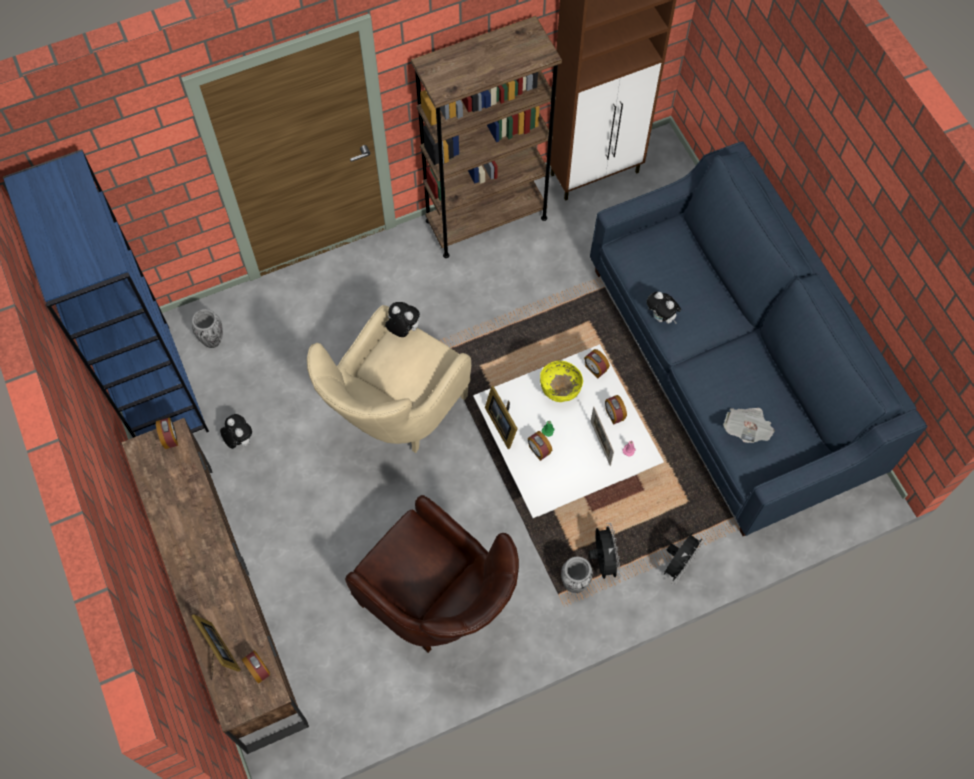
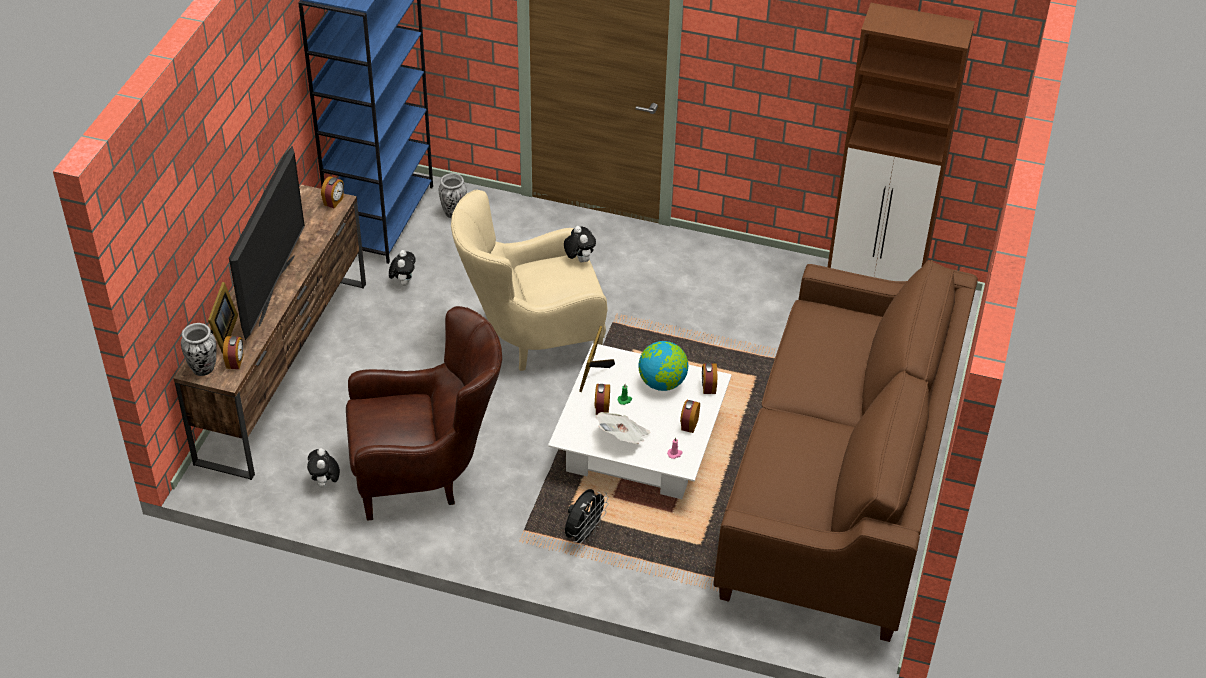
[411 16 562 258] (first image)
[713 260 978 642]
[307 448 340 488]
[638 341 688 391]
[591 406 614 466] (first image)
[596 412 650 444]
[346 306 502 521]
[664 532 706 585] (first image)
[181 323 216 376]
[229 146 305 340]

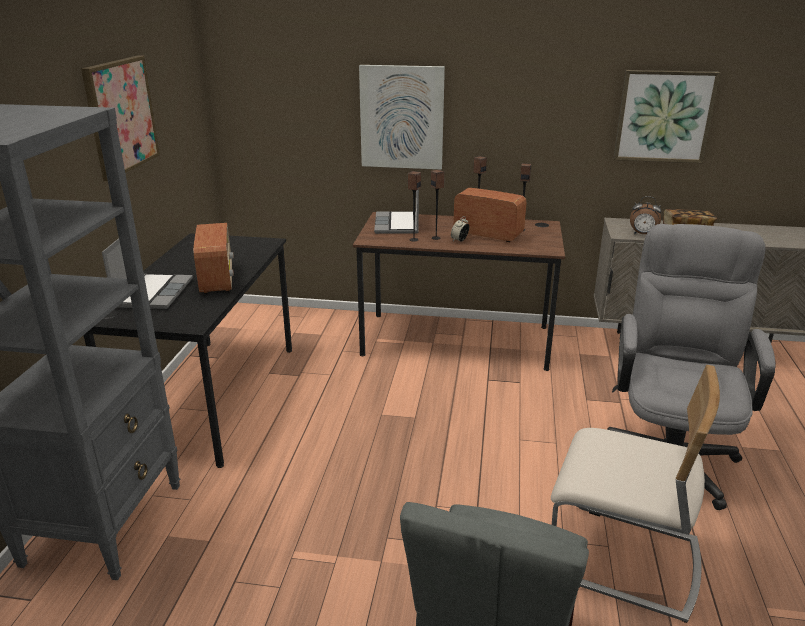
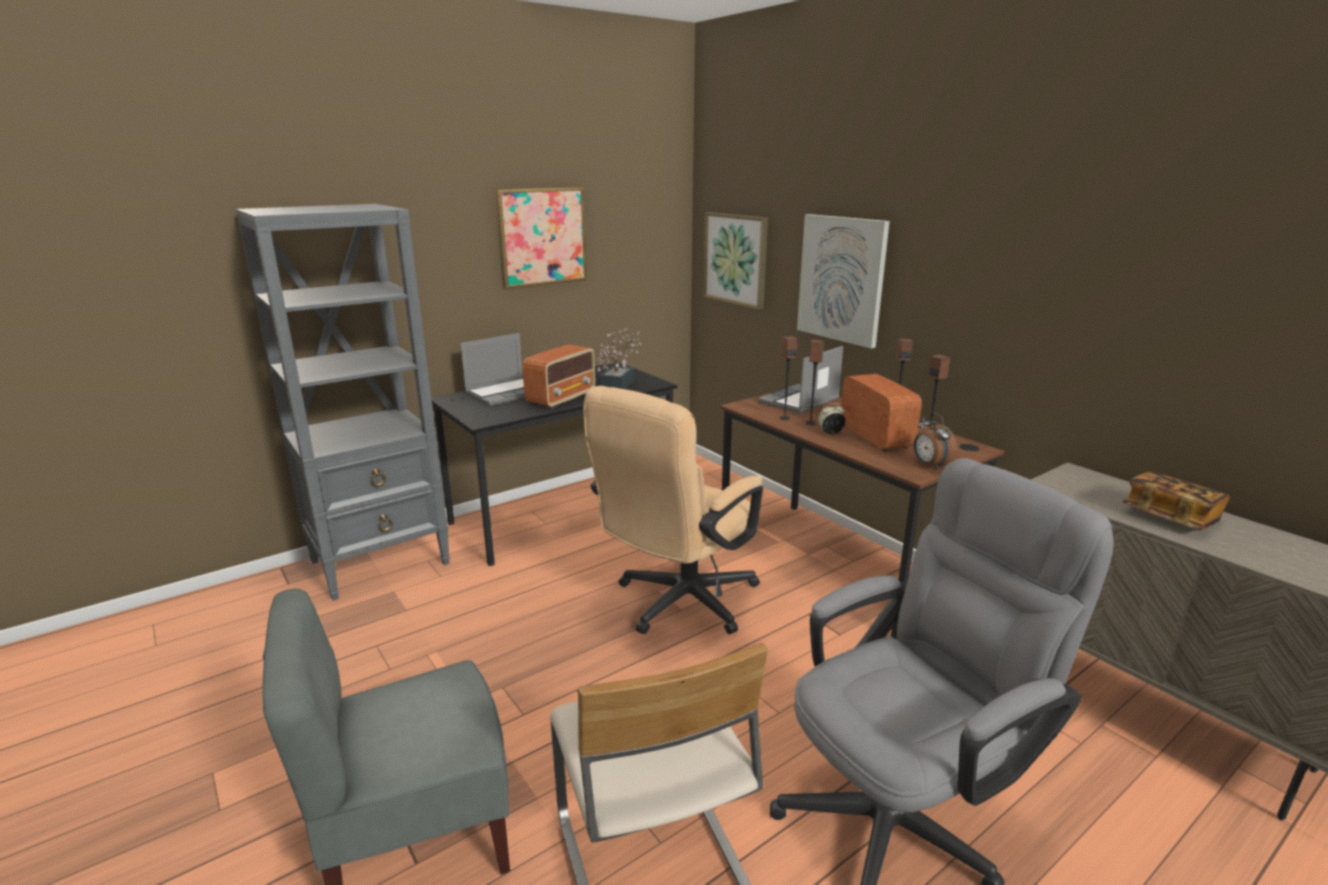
[704 212 768 310]
[913 412 957 470]
[597 328 642 389]
[583 386 763 634]

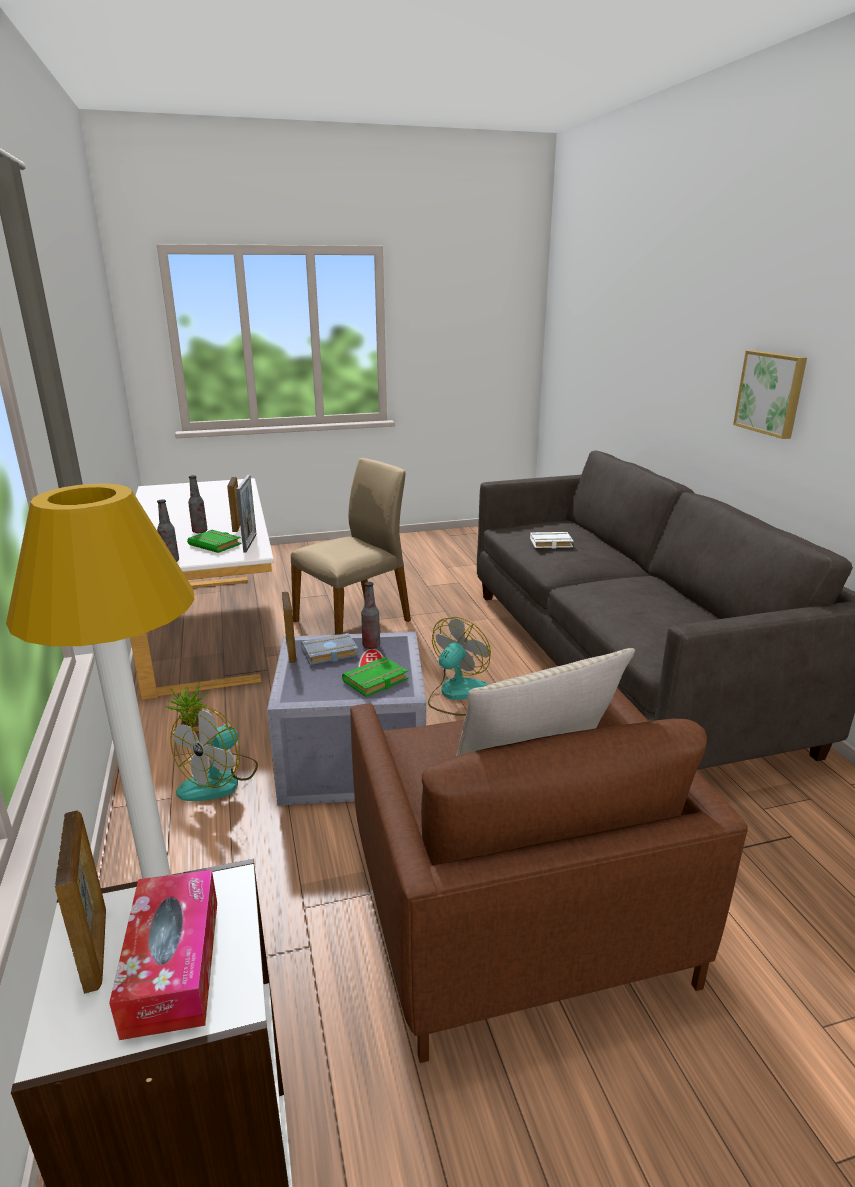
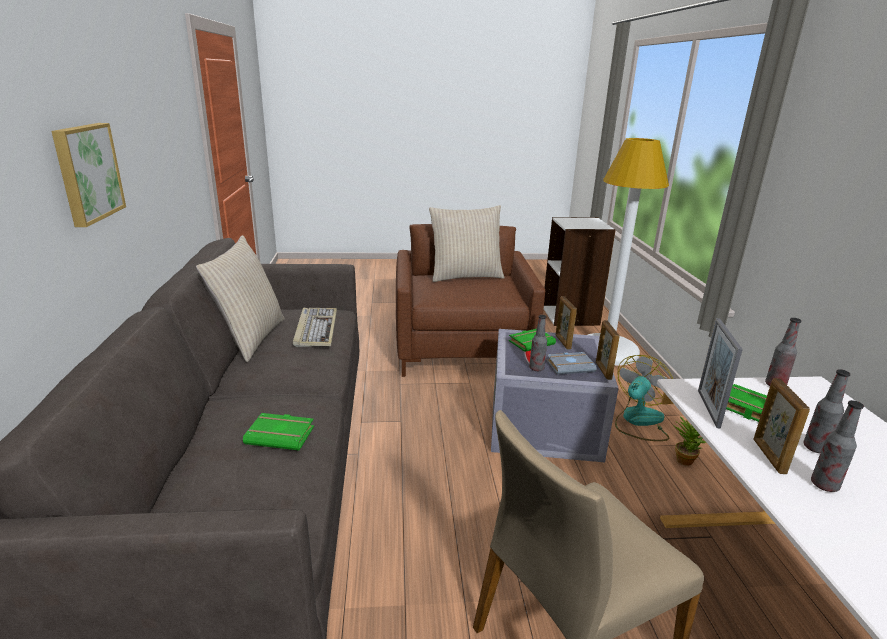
[243 413 314 450]
[428 617 491 716] (first image)
[556 296 577 350]
[109 869 217 1040] (first image)
[196 235 285 362]
[293 308 337 347]
[811 400 864 492]

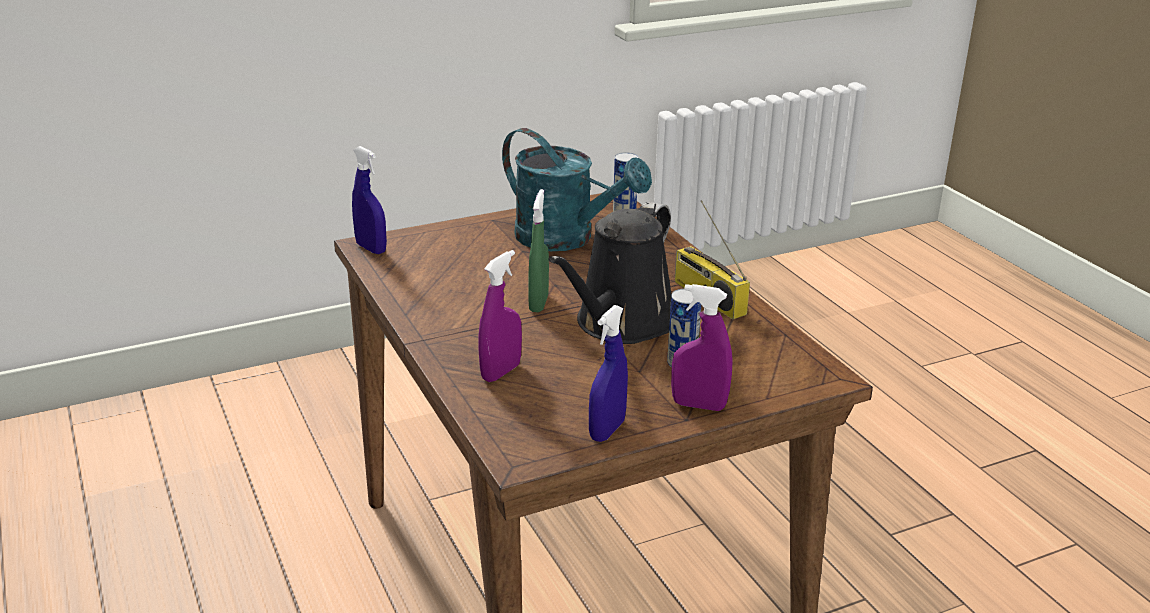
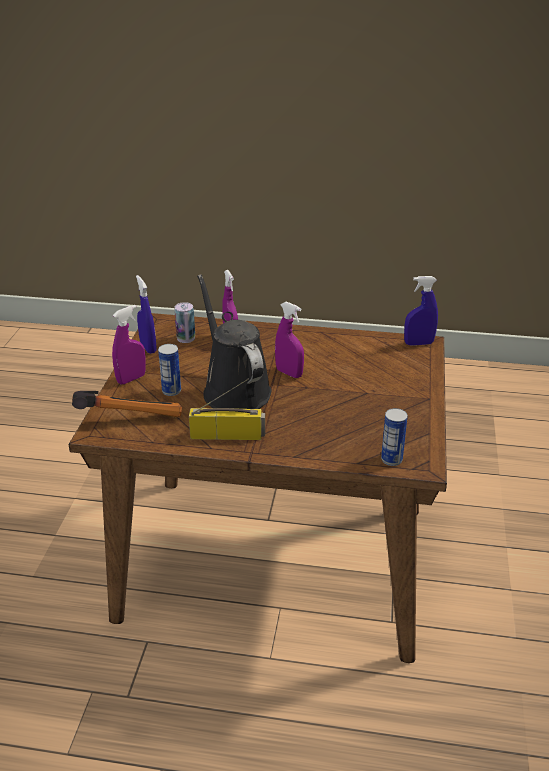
[502 128 652 251] (first image)
[275 302 304 378]
[174 302 195 343]
[72 391 182 417]

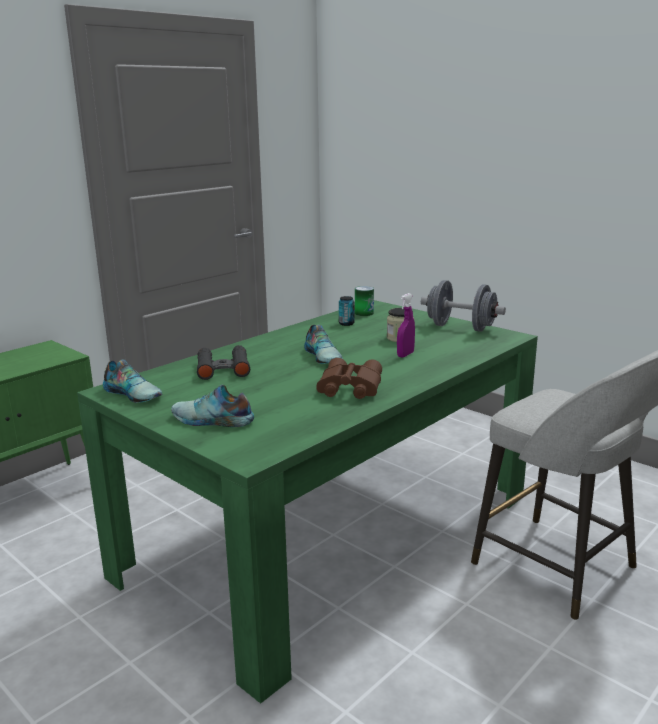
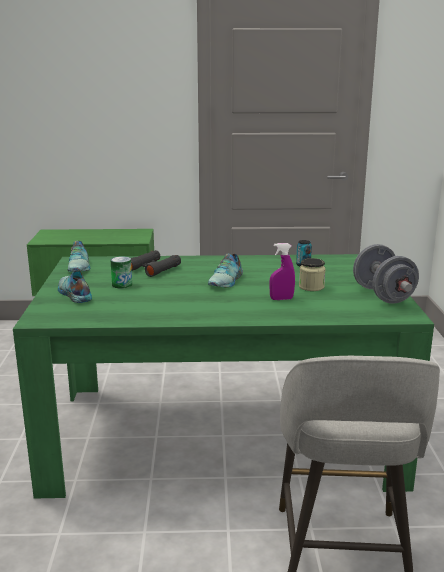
[110 256 132 288]
[316 358 382 399] (first image)

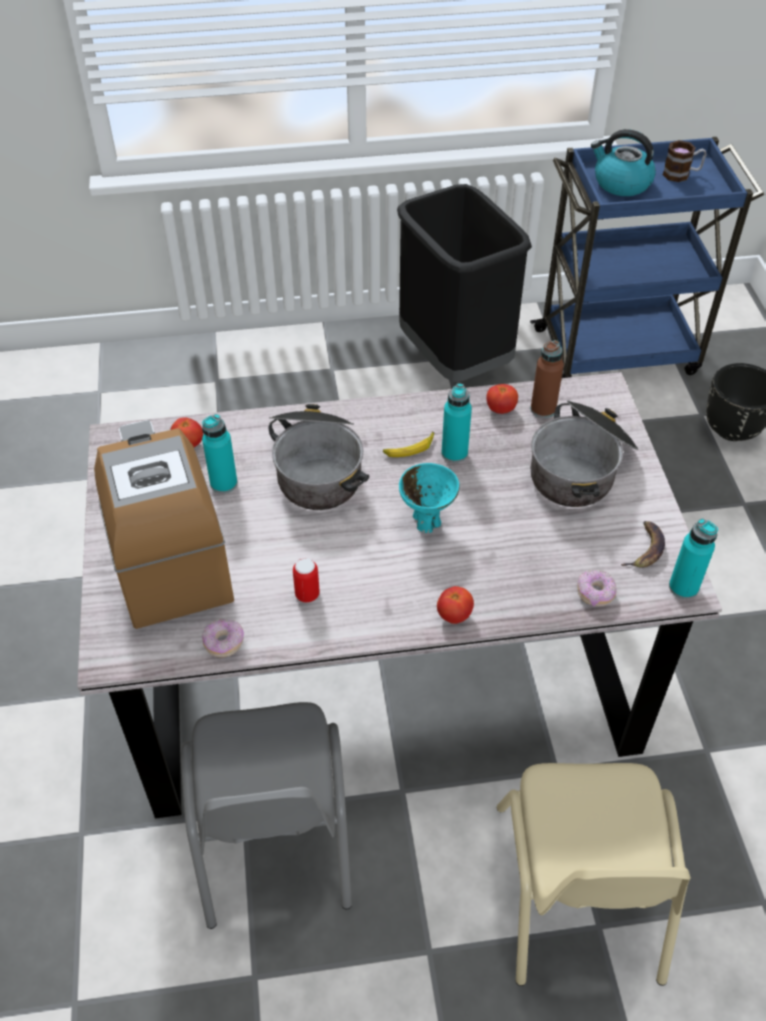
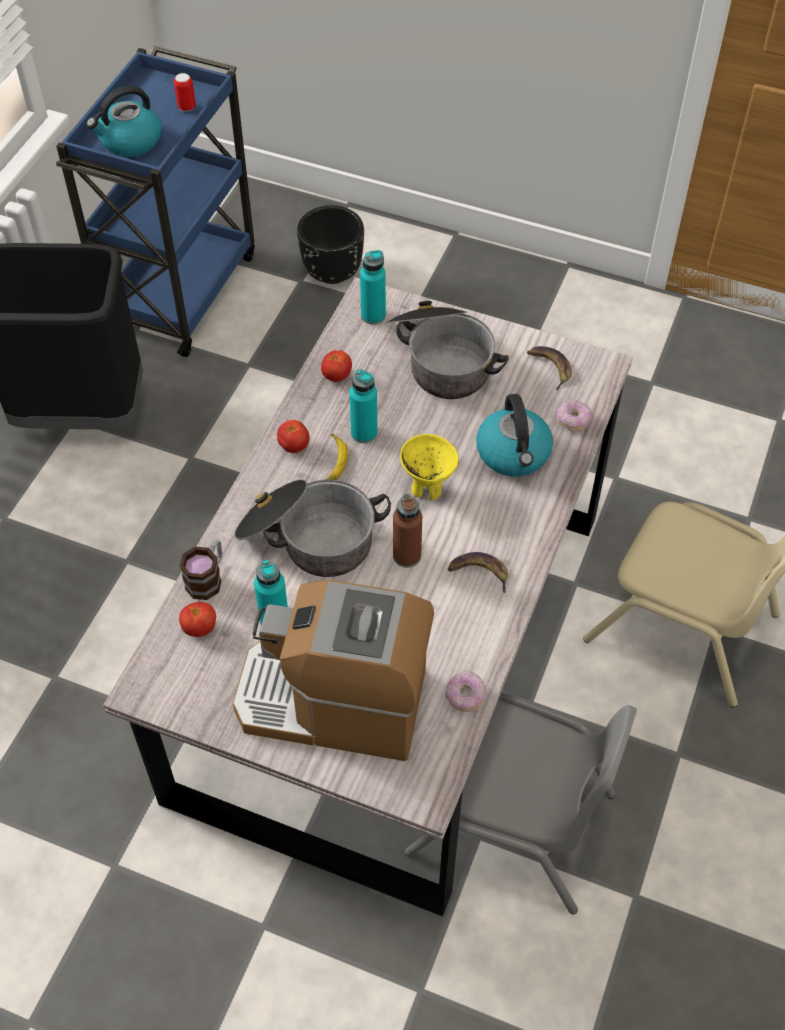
[180 539 222 600]
[393 494 422 568]
[400 434 459 500]
[360 250 386 325]
[174 73 196 111]
[277 420 310 453]
[476 394 553 477]
[448 552 508 593]

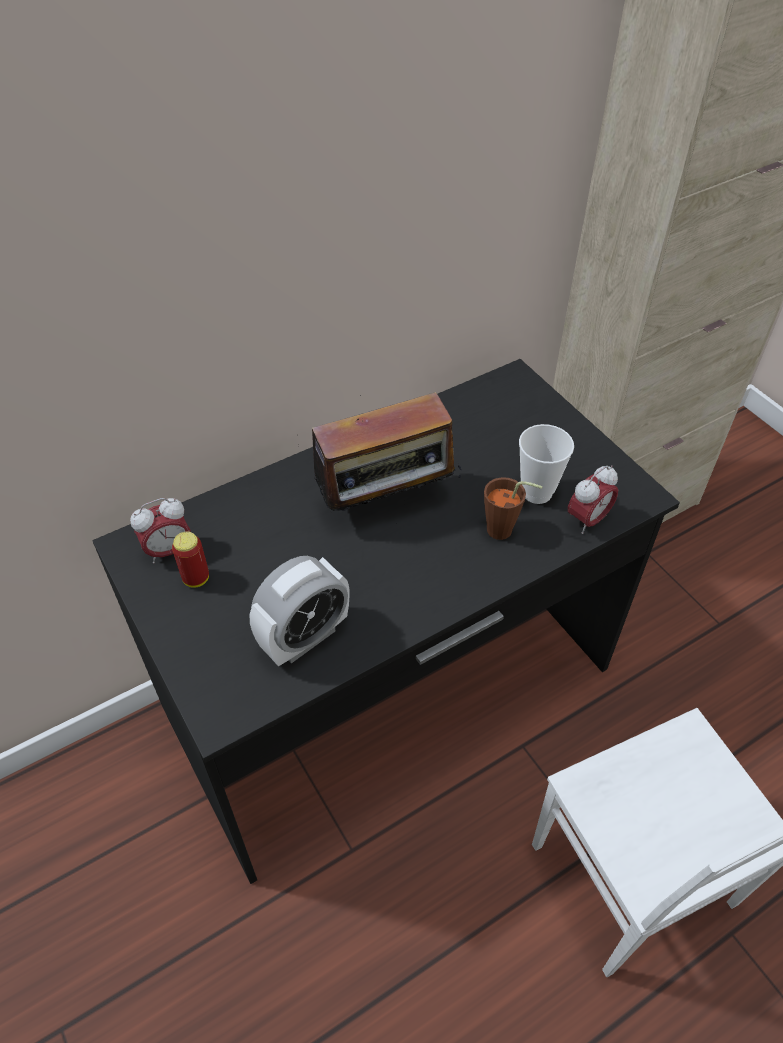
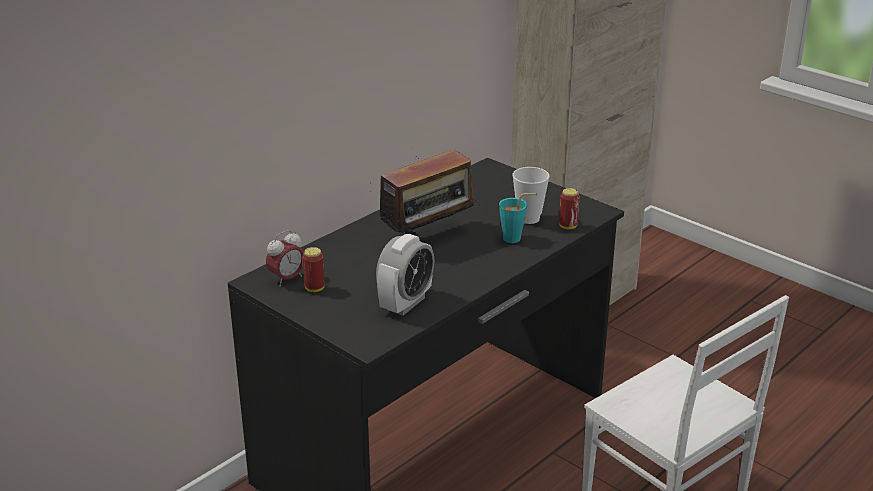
[559 188 580 229]
[499 193 537 243]

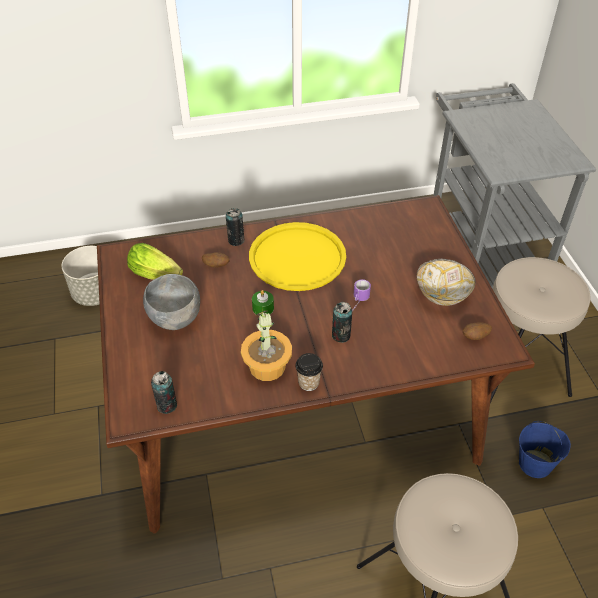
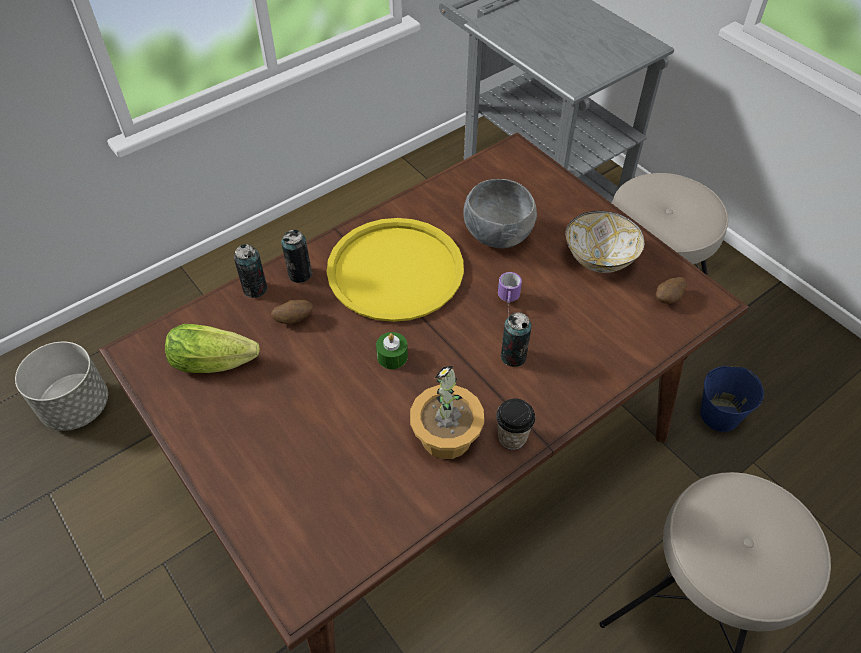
[464 179 537 248]
[234 244 267 298]

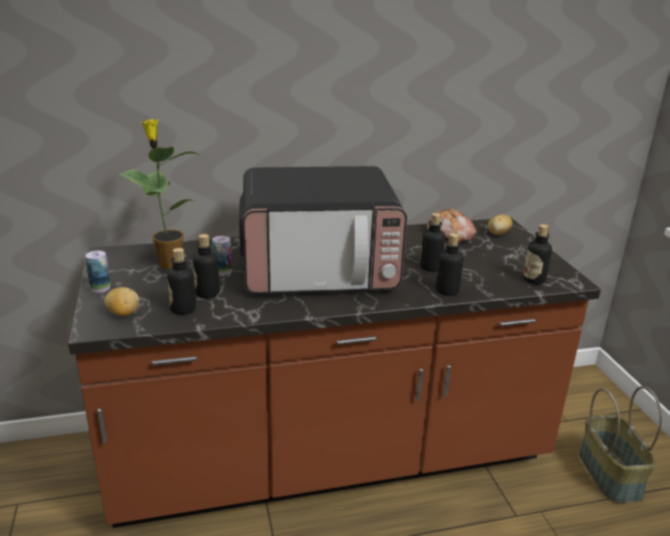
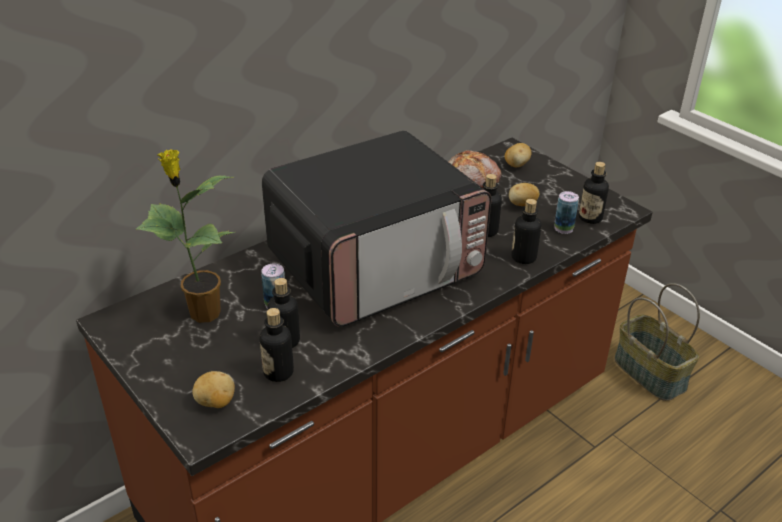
[554 191 579 234]
[509 183 539 206]

